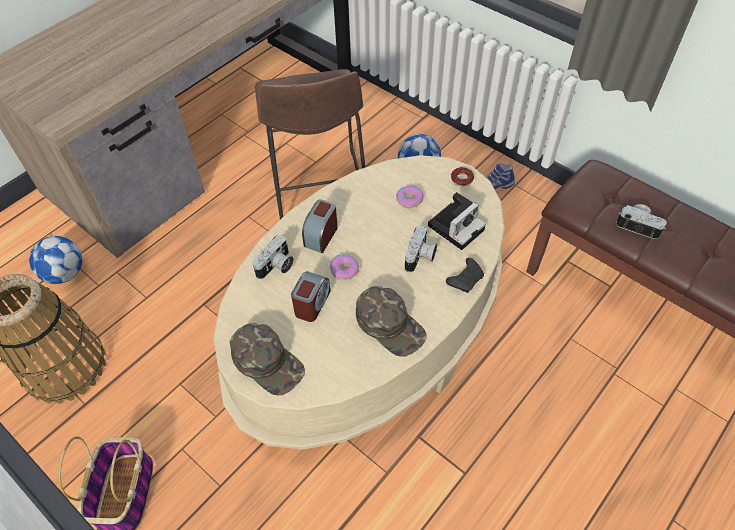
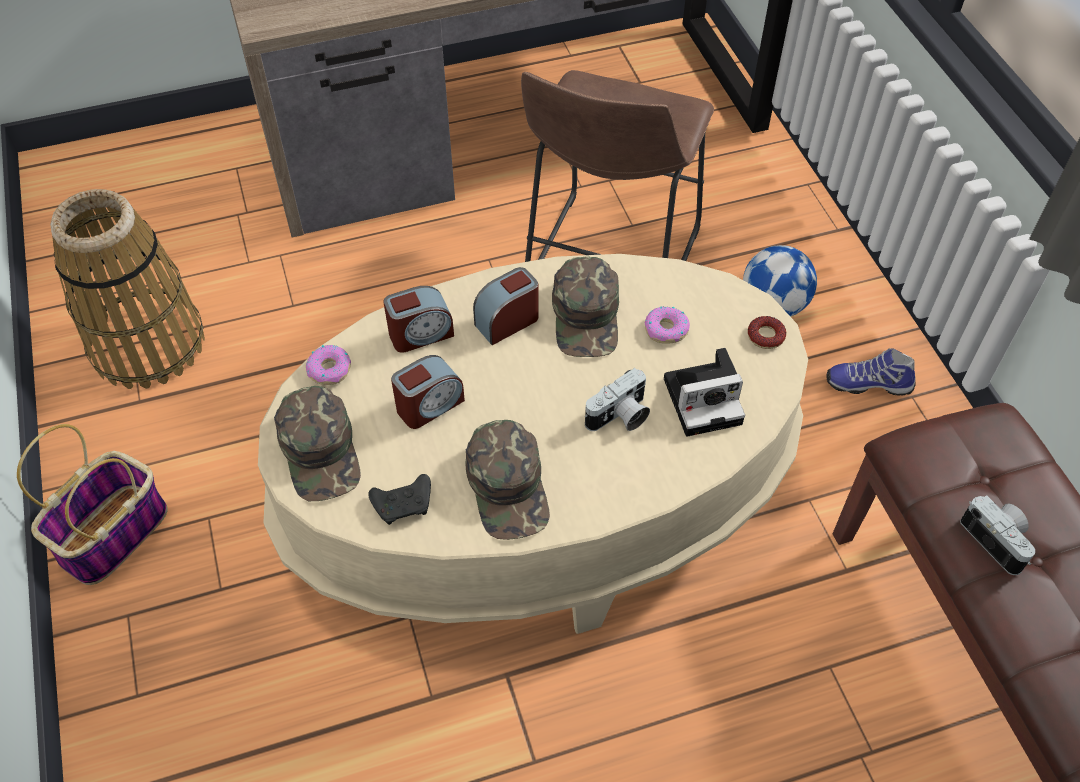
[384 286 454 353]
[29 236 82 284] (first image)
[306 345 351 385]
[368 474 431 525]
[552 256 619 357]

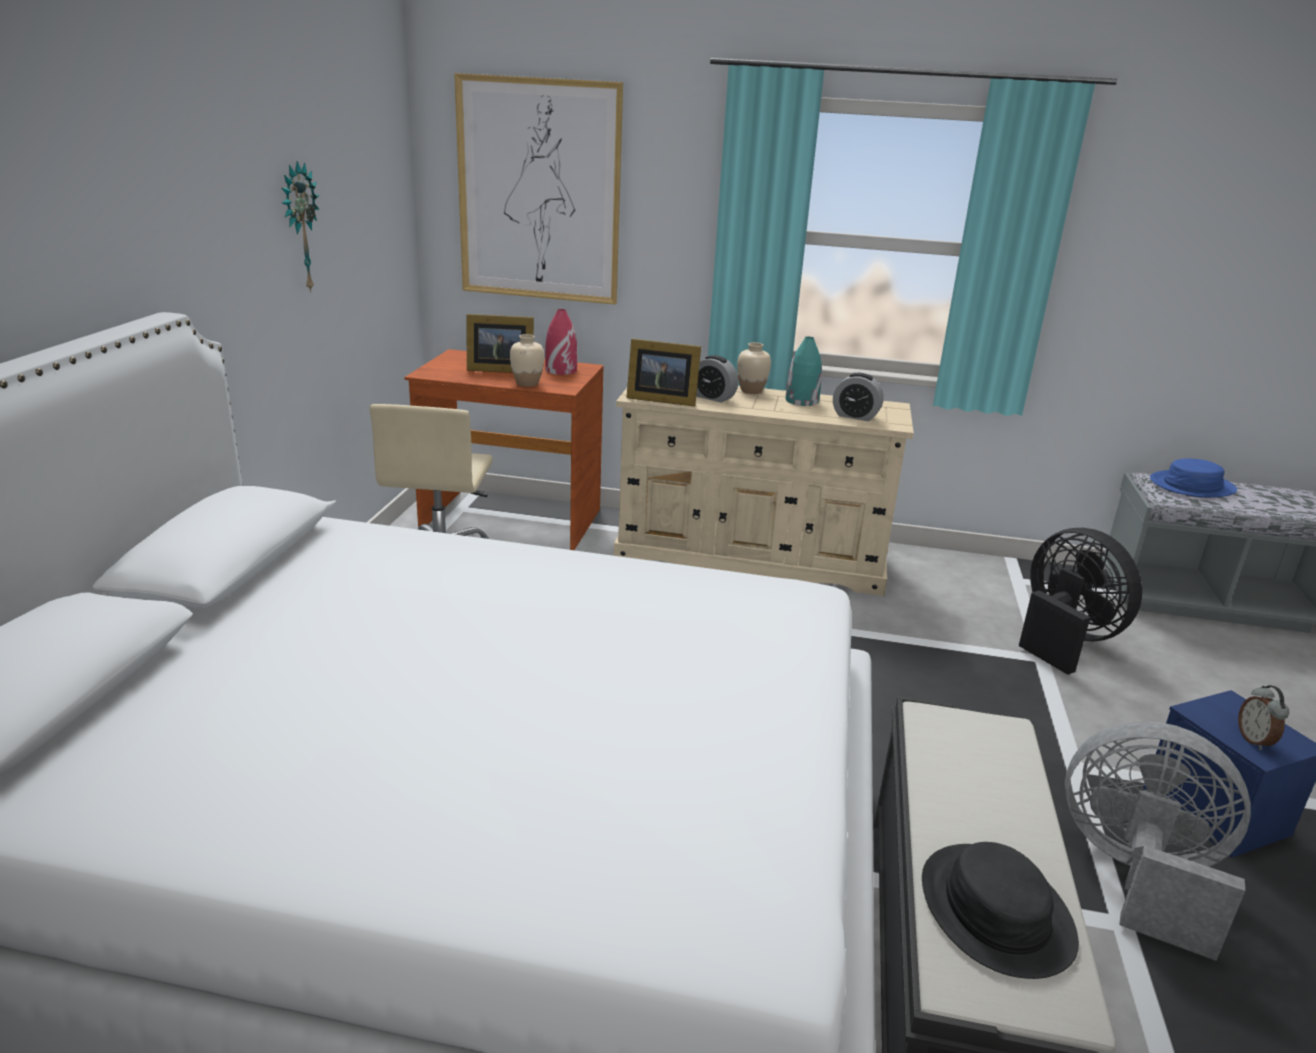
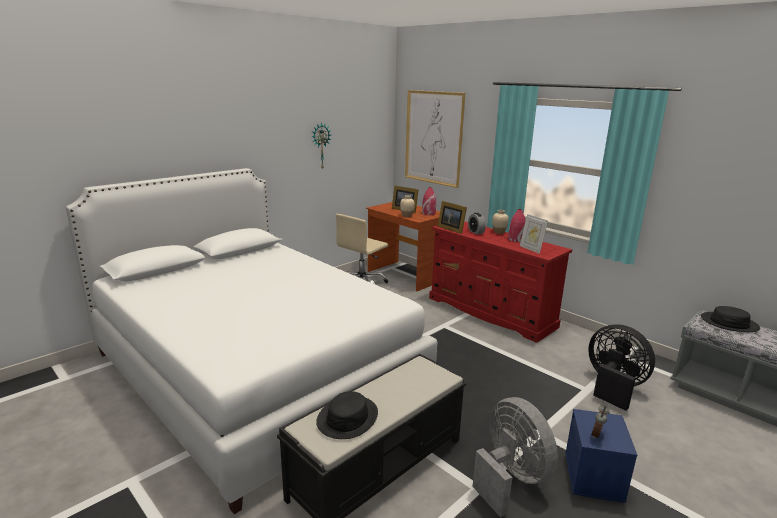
[508 209 526 242]
[520 214 548 254]
[429 221 572 343]
[701 306 760 332]
[588 324 655 411]

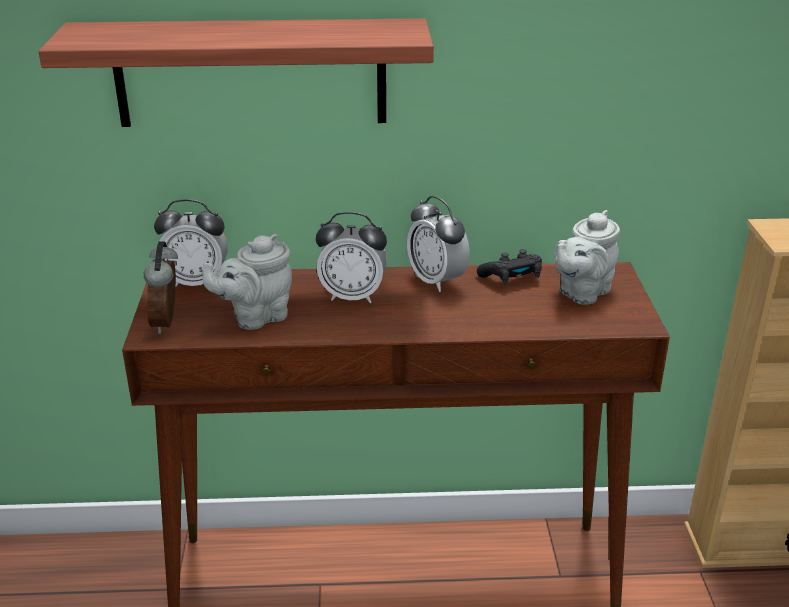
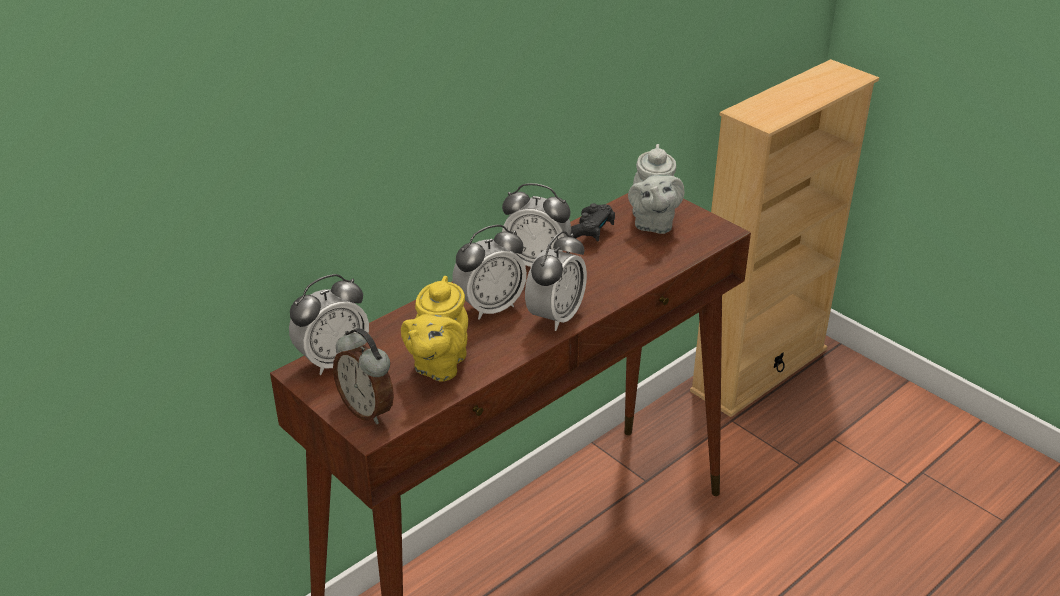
[38 18 434 127] (first image)
[401 276 468 382]
[525 231 587 331]

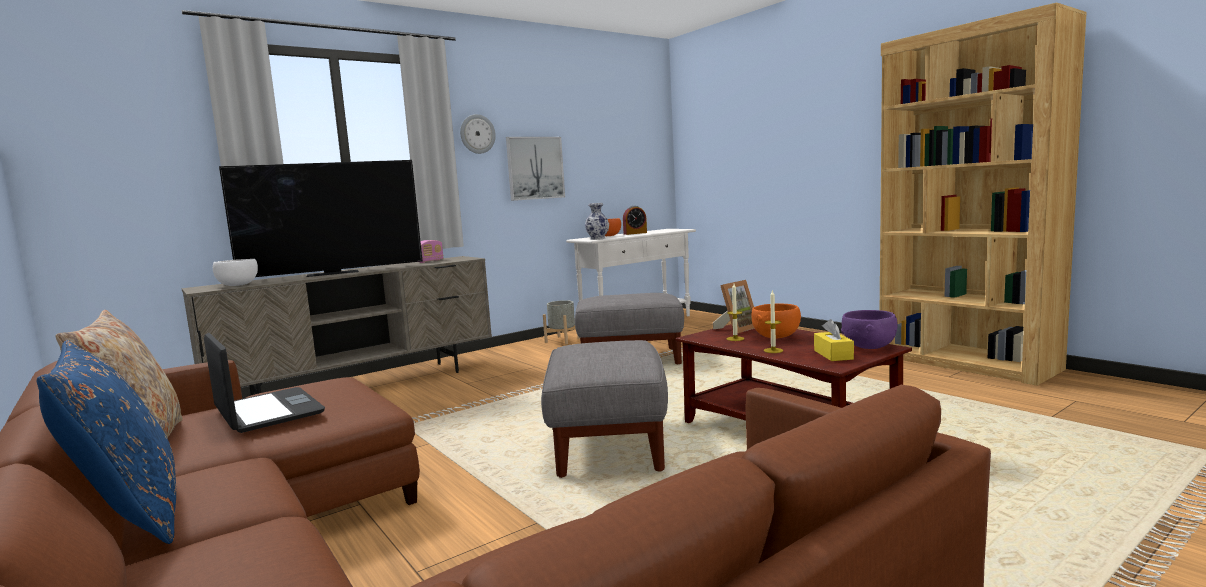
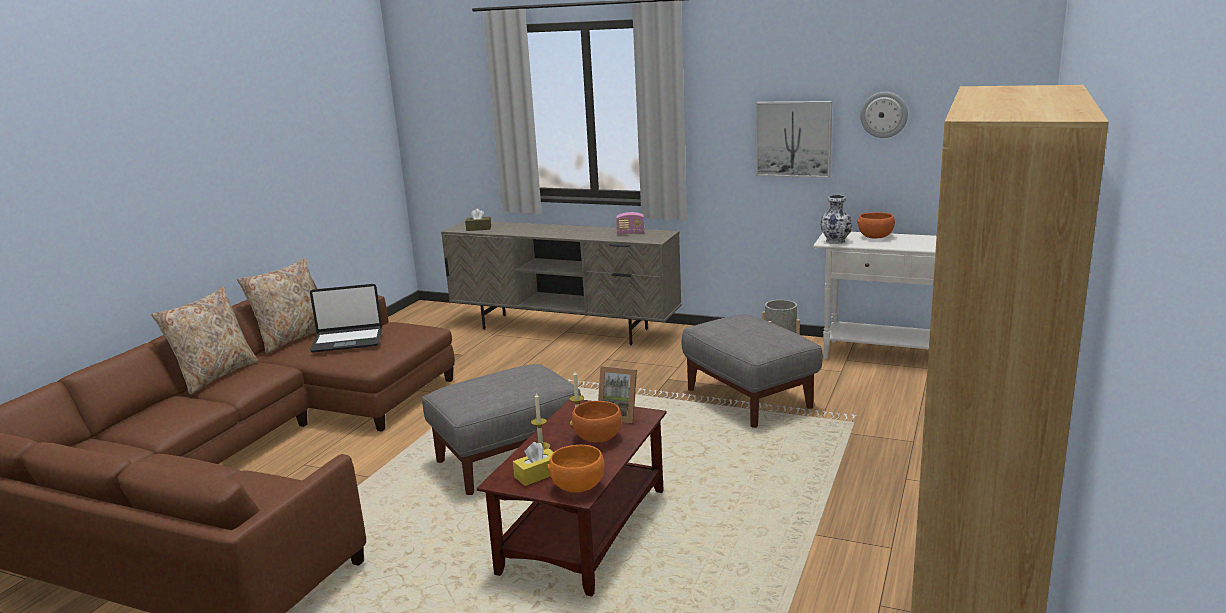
[860 92 908 138]
[219 160 422 277] (first image)
[623 206 647 235] (first image)
[465 209 491 231]
[547 445 604 493]
[310 284 382 353]
[151 286 259 395]

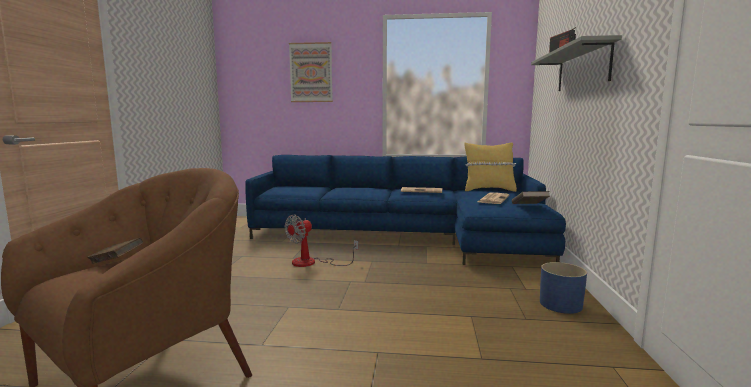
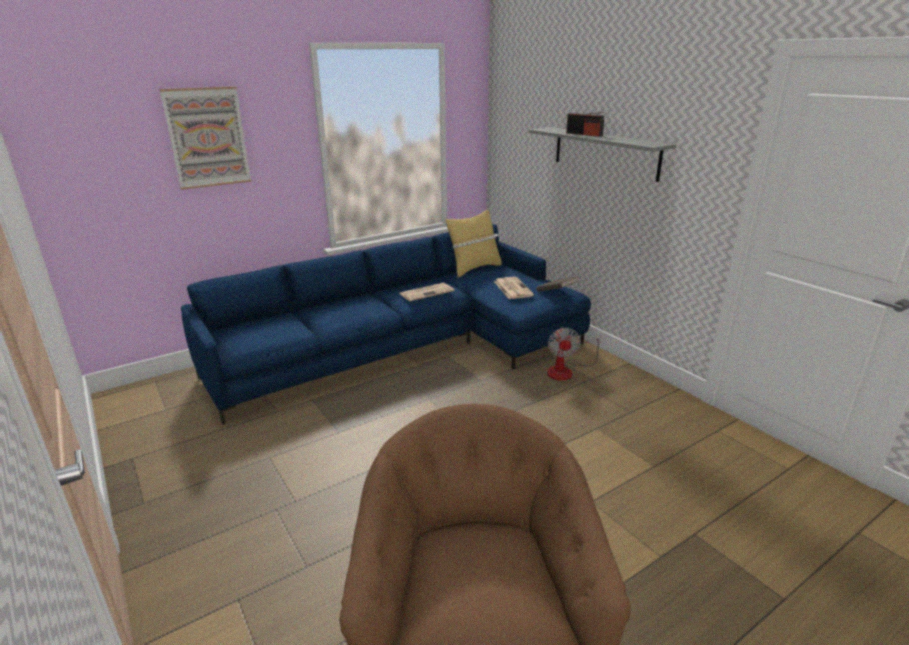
[547 327 601 380]
[87 238 143 264] (first image)
[540 262 587 314] (first image)

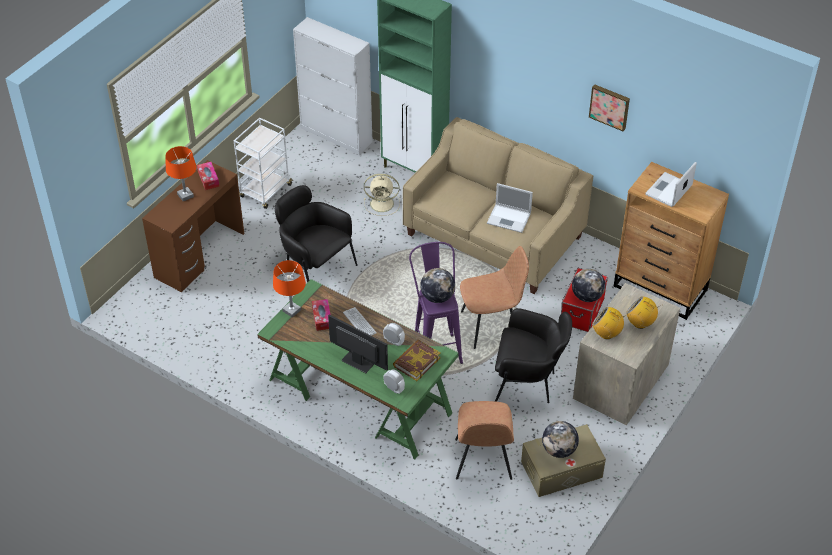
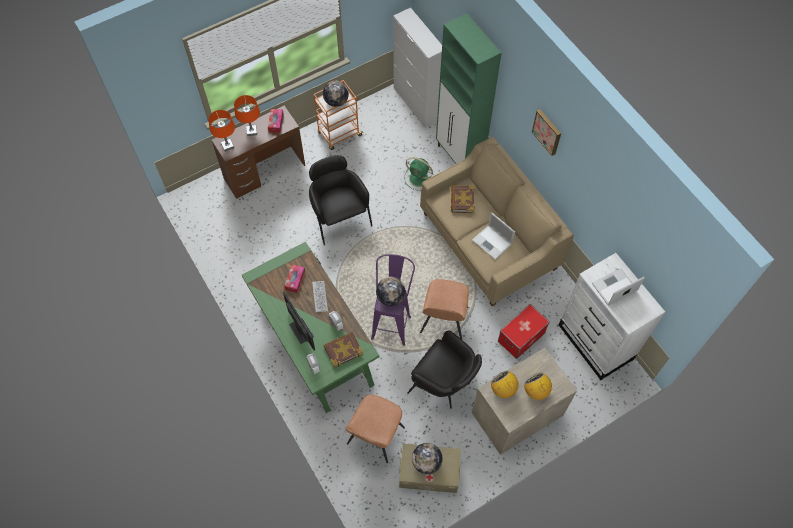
[532 109 561 156]
[314 80 363 150]
[559 253 665 380]
[404 157 434 191]
[420 279 469 339]
[209 110 235 152]
[323 81 349 107]
[451 185 474 213]

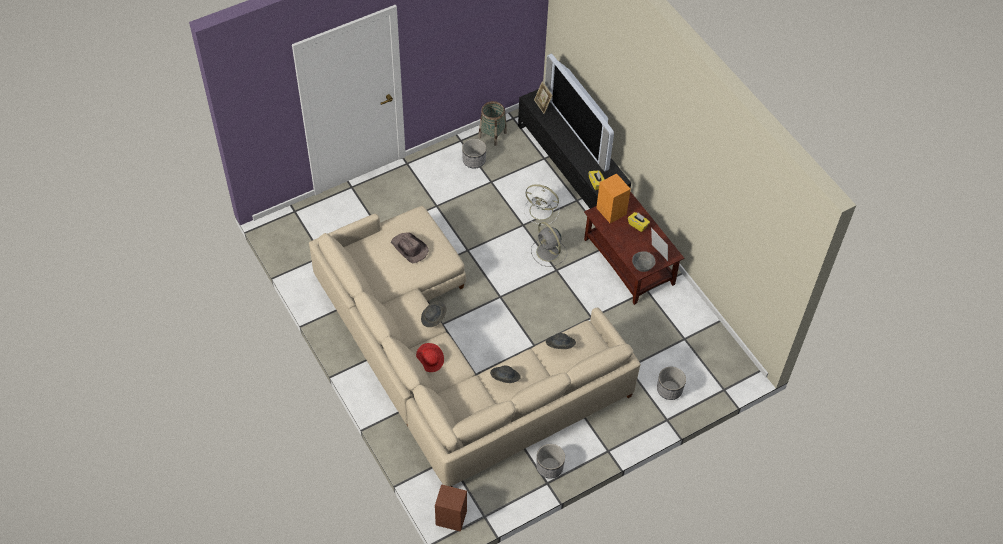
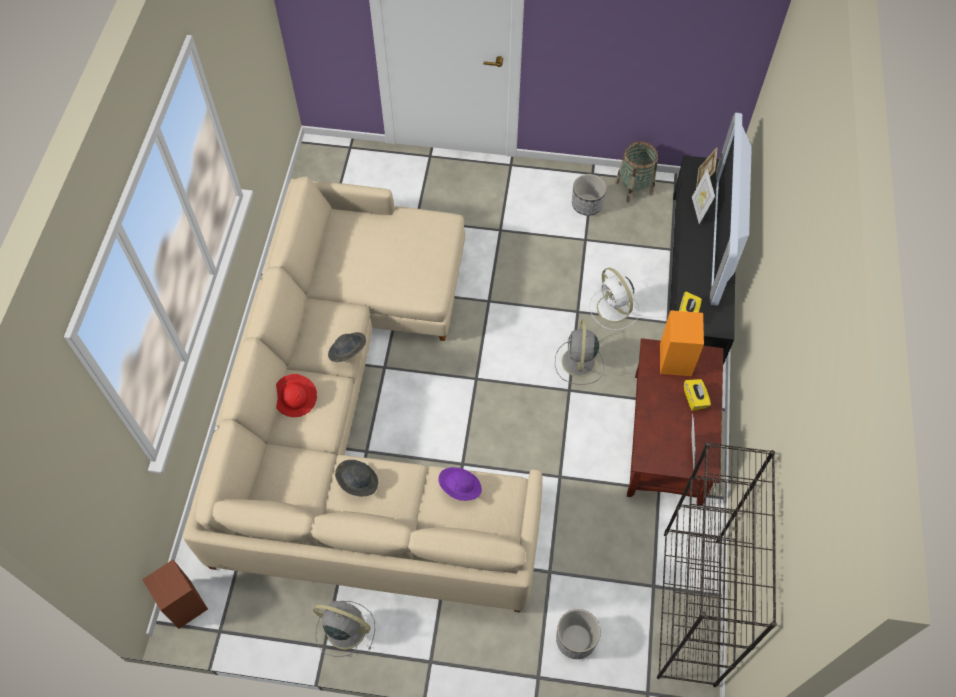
[391 232 428 263] (first image)
[632 251 656 272] (first image)
[438 467 482 501]
[313 601 375 657]
[692 169 715 224]
[657 442 777 687]

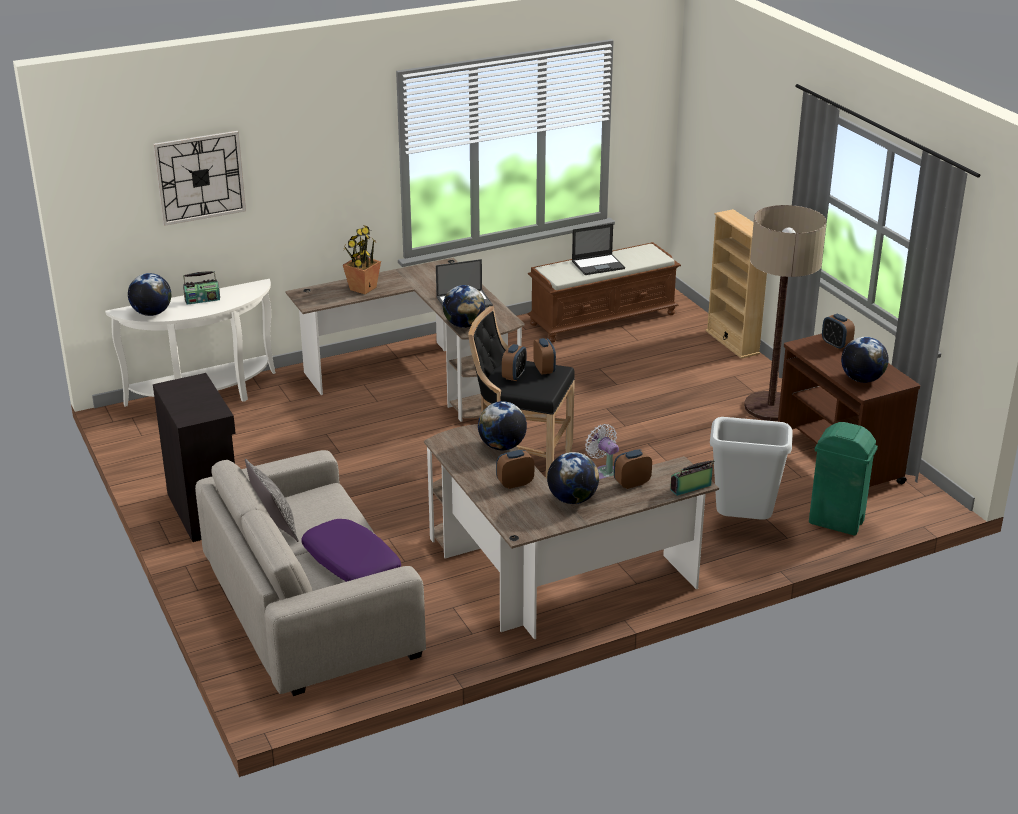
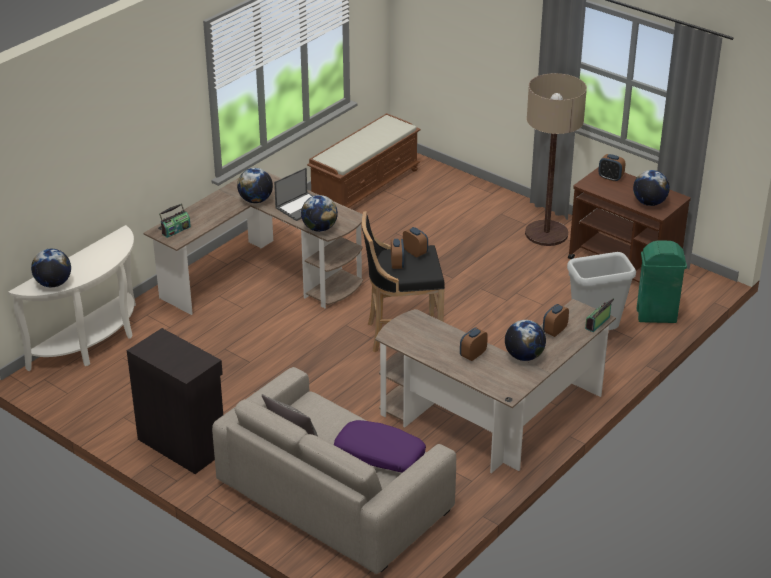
[153 131 246 226] (first image)
[706 209 767 359] (first image)
[572 224 625 275] (first image)
[343 225 381 294] (first image)
[159 203 191 238]
[237 168 273 203]
[585 424 619 479] (first image)

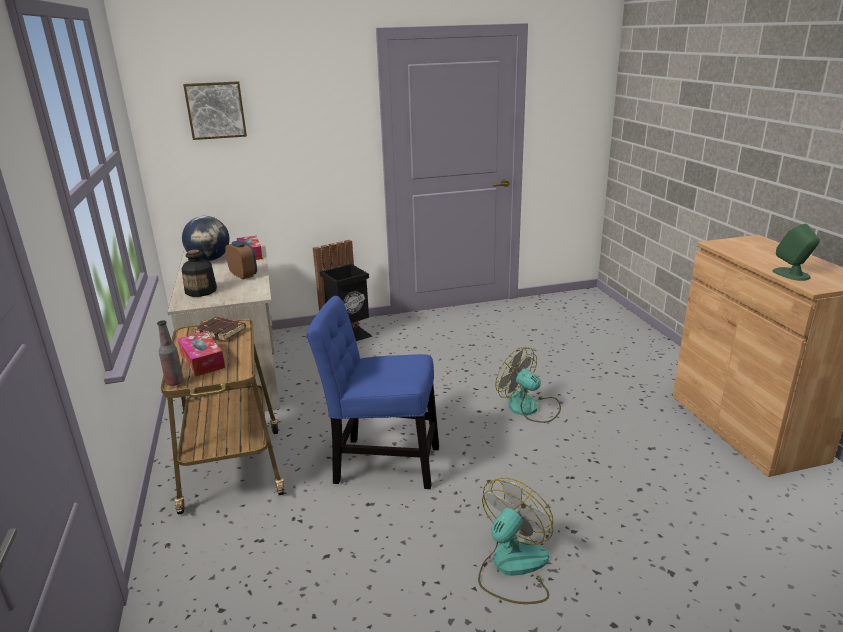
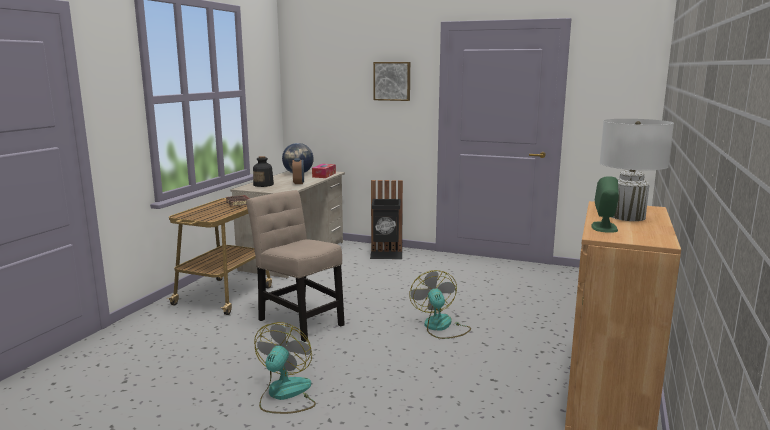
[373 62 410 101]
[246 190 345 342]
[157 320 184 386] (first image)
[178 331 225 376] (first image)
[254 322 316 414]
[600 119 674 221]

